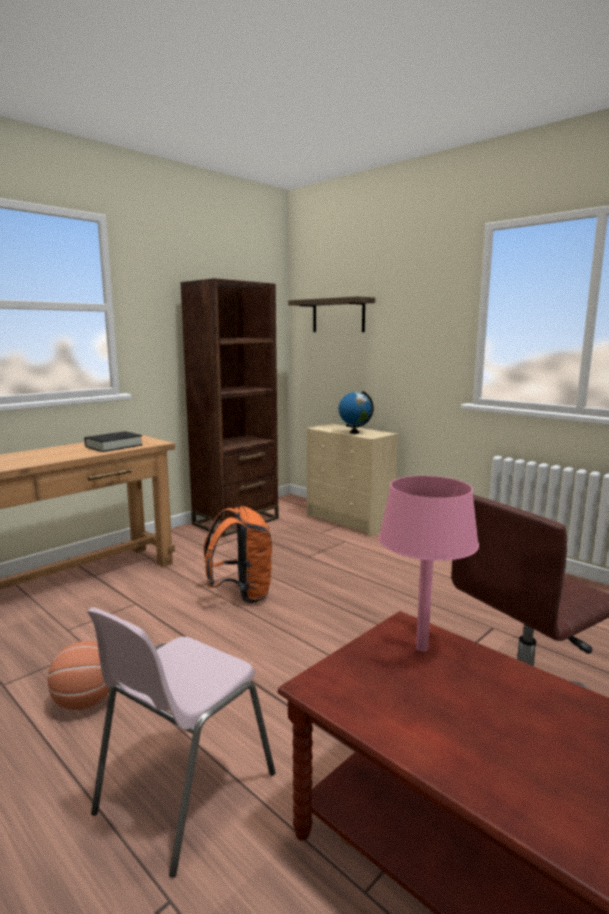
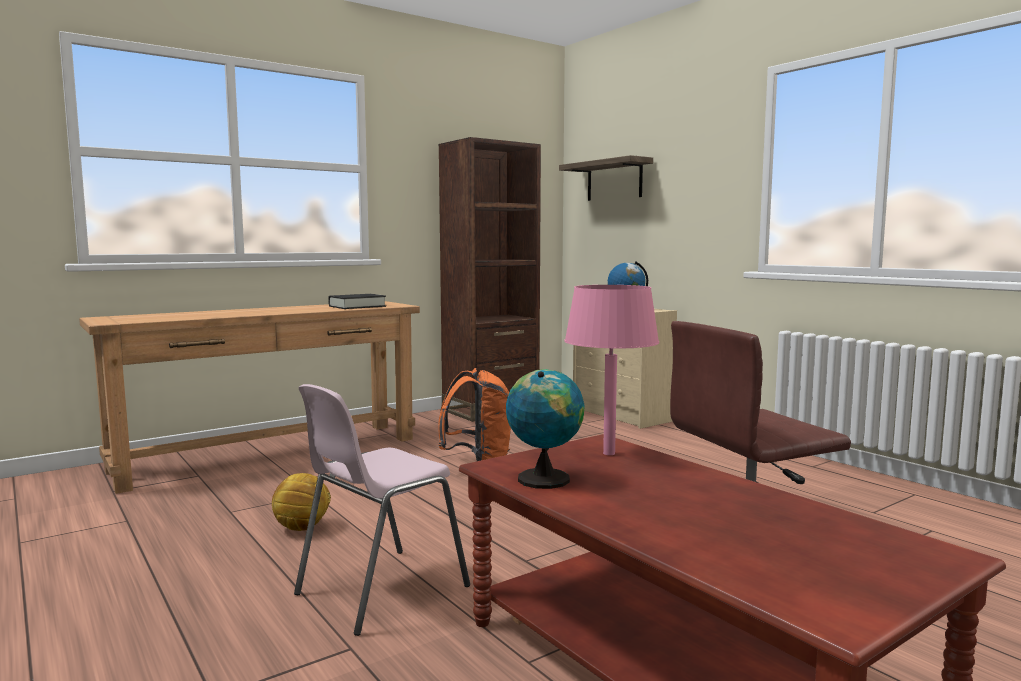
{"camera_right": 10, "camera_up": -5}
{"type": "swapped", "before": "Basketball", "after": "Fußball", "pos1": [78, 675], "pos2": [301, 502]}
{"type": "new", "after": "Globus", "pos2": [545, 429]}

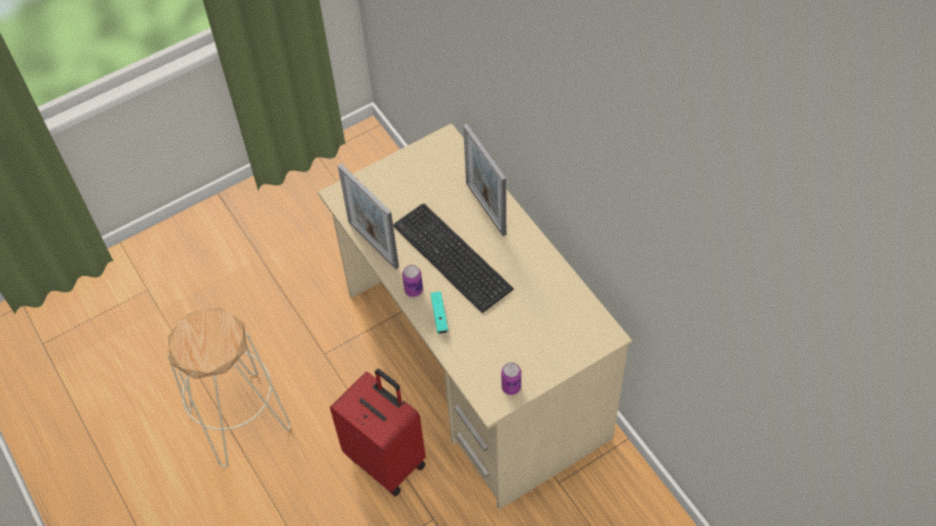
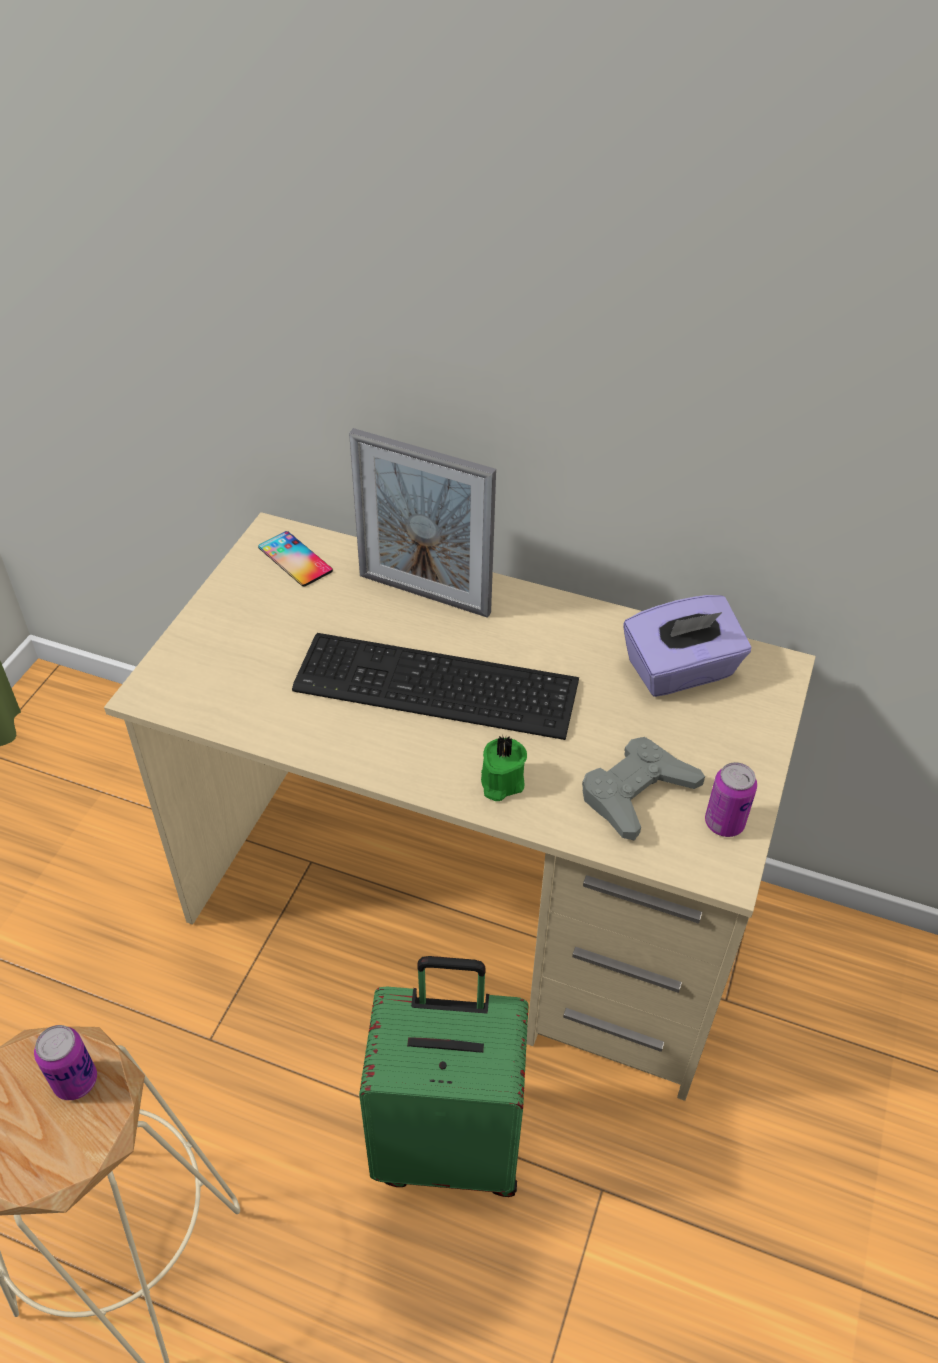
{"camera_right": -40, "camera_up": -10}
{"type": "gone", "before": "Bilderrahmen", "pos1": [368, 216]}
{"type": "shifted", "before": "Dose", "pos1": [412, 281], "pos2": [65, 1062]}
{"type": "swapped", "before": "Gamepad [türkis]", "after": "Kerze [grün]", "pos1": [439, 313], "pos2": [504, 768]}
{"type": "repainted", "before": "Koffer [rot]", "after": "Koffer [grün]", "pos1": [378, 432], "pos2": [444, 1076]}
{"type": "new", "after": "Handy", "pos2": [295, 559]}
{"type": "new", "after": "Taschentuchbox [lila]", "pos2": [687, 646]}
{"type": "new", "after": "Gamepad [grau]", "pos2": [643, 788]}

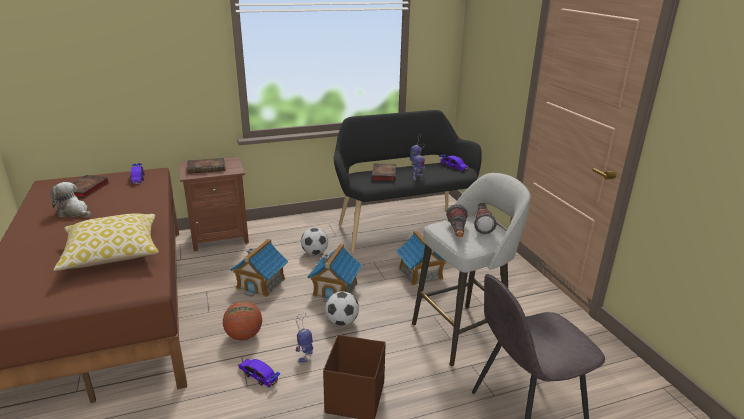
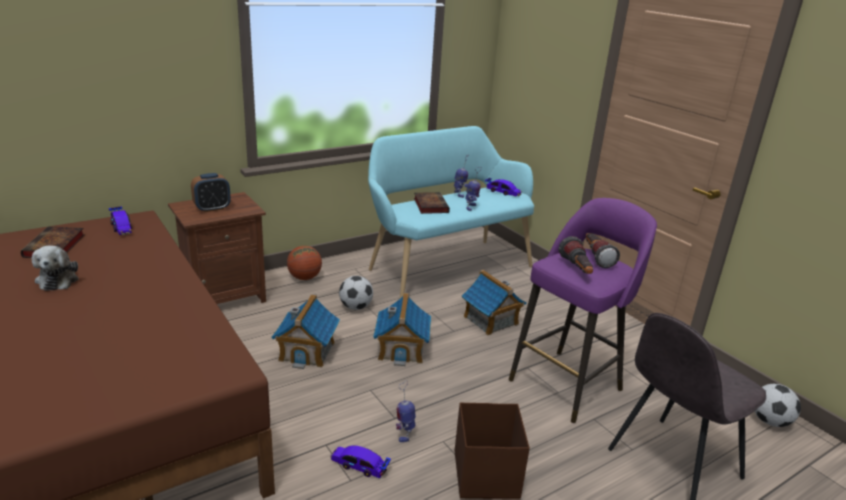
{"camera_right": -15, "camera_up": 0}
{"type": "repainted", "before": "Bank [schwarz]", "after": "Bank [türkis]", "pos1": [408, 181], "pos2": [451, 212]}
{"type": "swapped", "before": "Buch", "after": "Wecker", "pos1": [206, 166], "pos2": [211, 192]}
{"type": "repainted", "before": "Hocker [grau]", "after": "Hocker [lila]", "pos1": [471, 269], "pos2": [583, 310]}
{"type": "rotated", "before": "Plüschtier", "pos1": [70, 200], "pos2": [55, 268], "turn": -120}
{"type": "gone", "before": "Kissen", "pos1": [106, 242]}
{"type": "shifted", "before": "Fußball", "pos1": [342, 308], "pos2": [778, 405]}
{"type": "shifted", "before": "Basketball", "pos1": [242, 320], "pos2": [304, 263]}

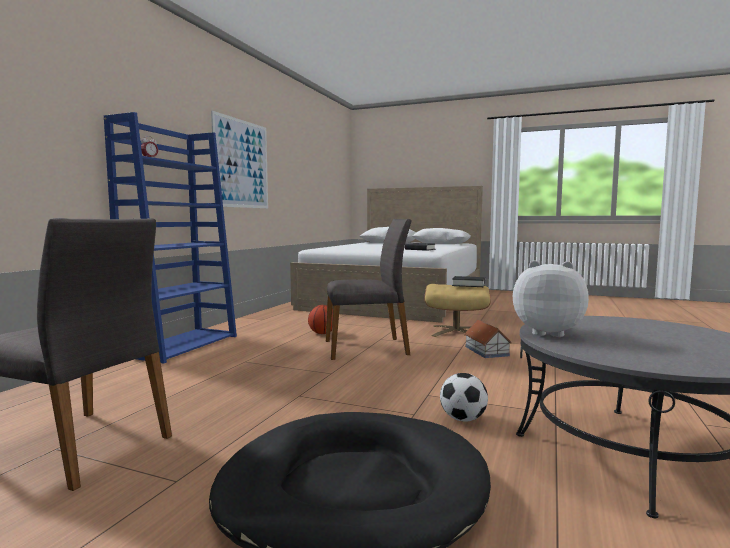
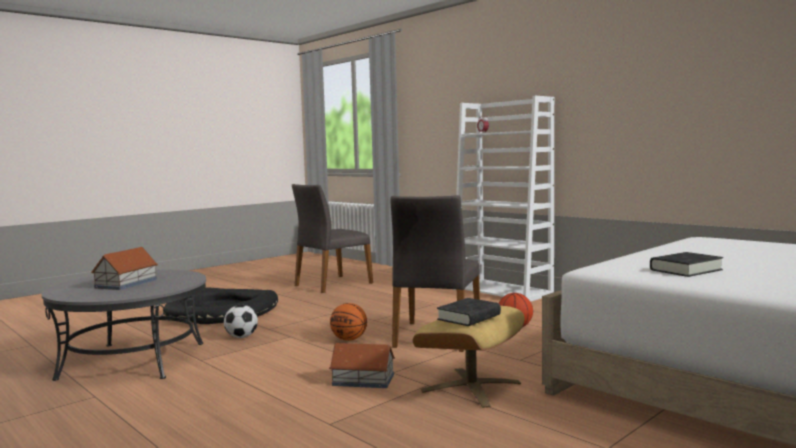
{"camera_right": 115, "camera_up": 0}
{"type": "gone", "before": "Bild", "pos1": [239, 159]}
{"type": "repainted", "before": "Bücherregal [blau]", "after": "Bücherregal [weiß]", "pos1": [170, 238], "pos2": [503, 199]}
{"type": "gone", "before": "Plüschtier", "pos1": [551, 298]}
{"type": "new", "after": "Spielzeughaus", "pos2": [124, 268]}
{"type": "new", "after": "Basketball", "pos2": [348, 322]}

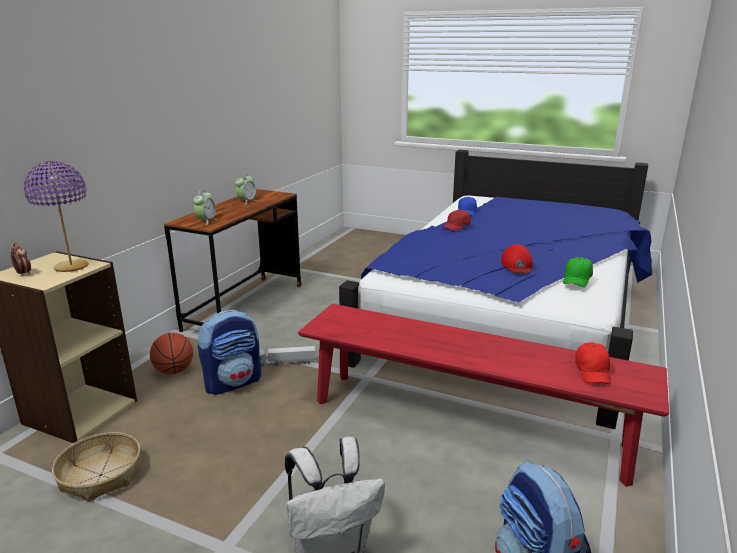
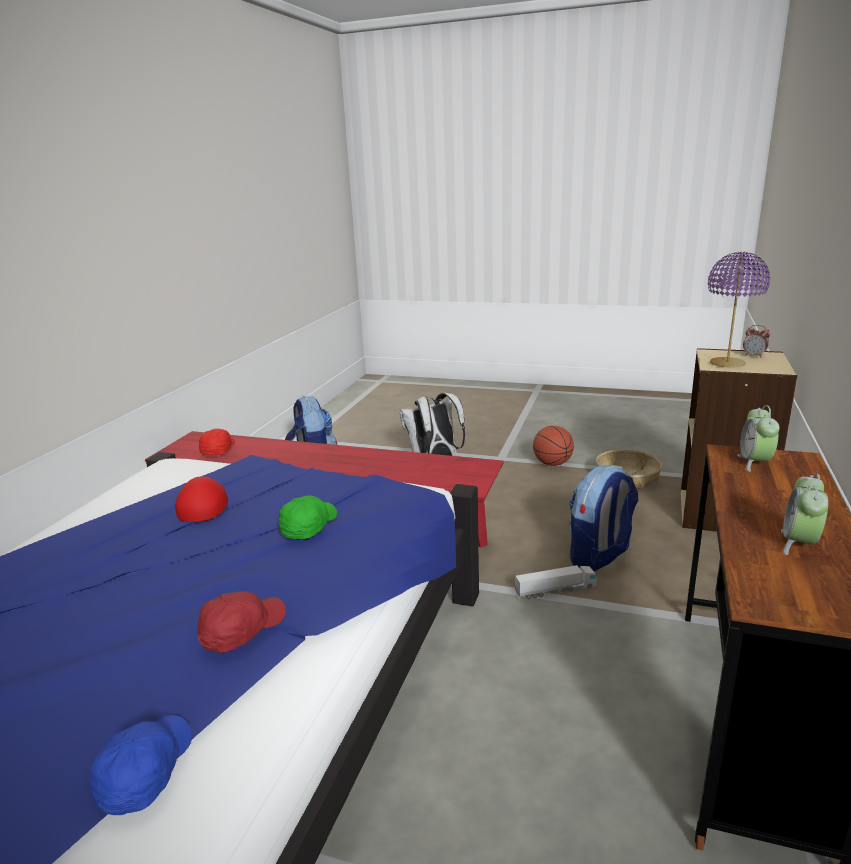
{"camera_right": 175, "camera_up": 0}
{"type": "shifted", "before": "Kappe [grün]", "pos1": [578, 272], "pos2": [307, 517]}
{"type": "shifted", "before": "Basketball", "pos1": [171, 353], "pos2": [553, 446]}

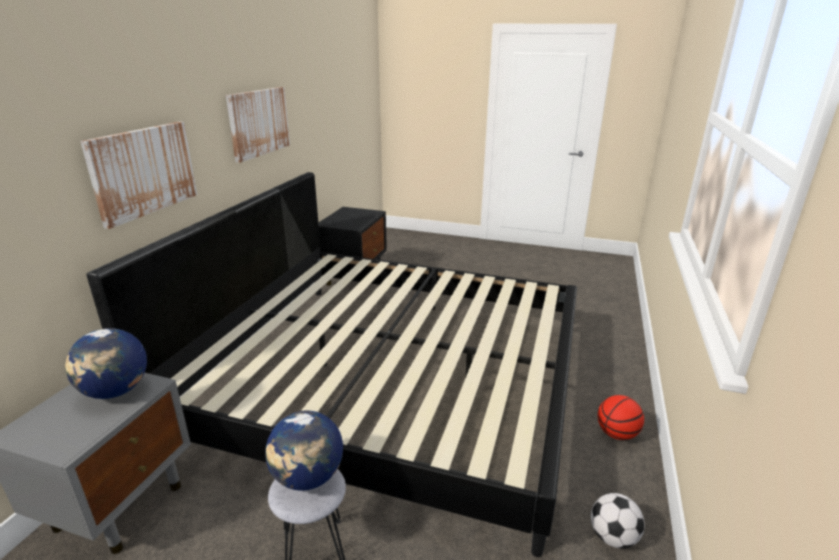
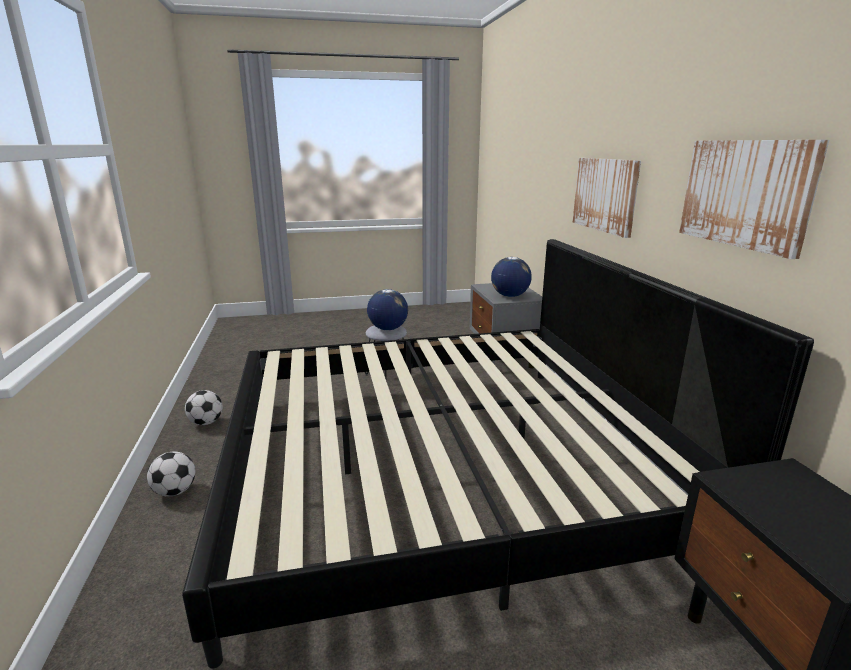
{"camera_right": 150, "camera_up": -5}
{"type": "swapped", "before": "Basketball", "after": "Fußball", "pos1": [621, 417], "pos2": [171, 474]}

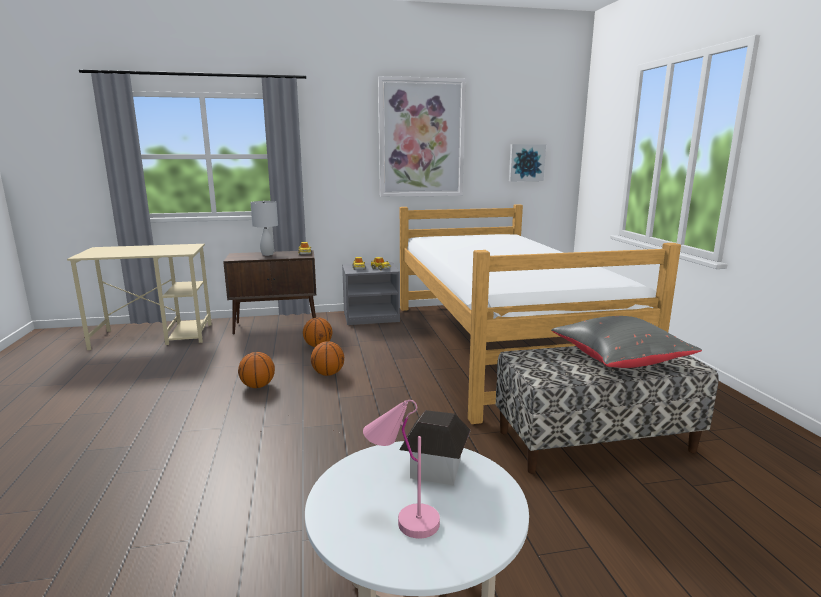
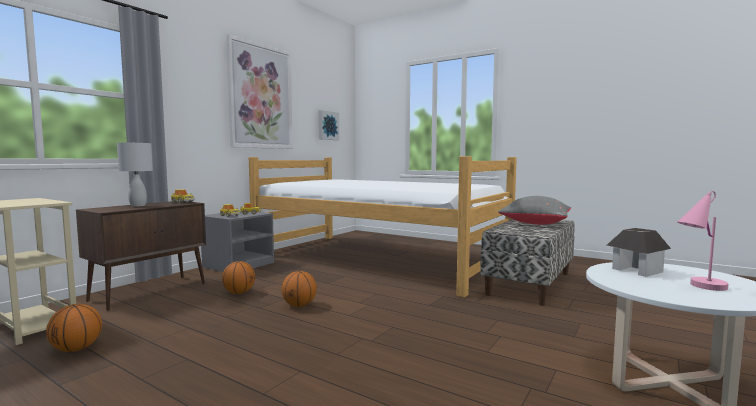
{"camera_right": -45, "camera_up": -10}
{"type": "shifted", "before": "Basketball", "pos1": [256, 370], "pos2": [74, 328]}

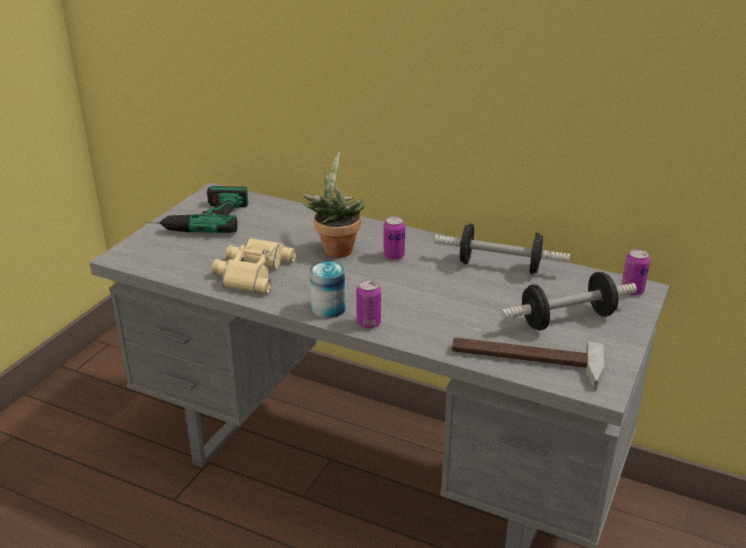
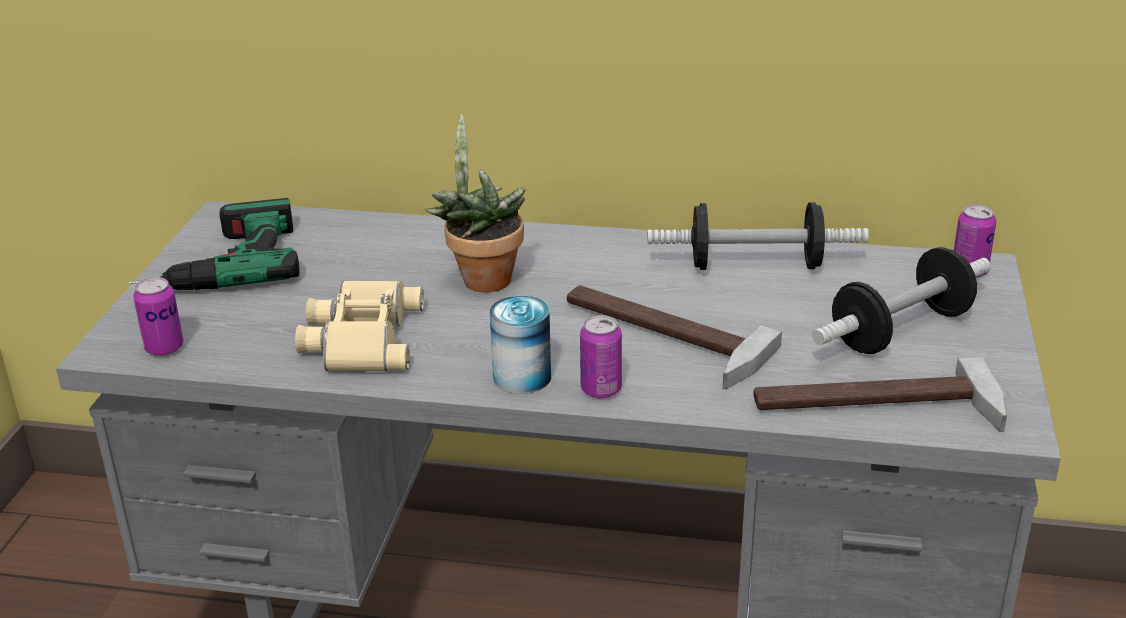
{"camera_right": -15, "camera_up": 0}
{"type": "shifted", "before": "Dose", "pos1": [394, 238], "pos2": [159, 316]}
{"type": "new", "after": "Hammer", "pos2": [674, 337]}

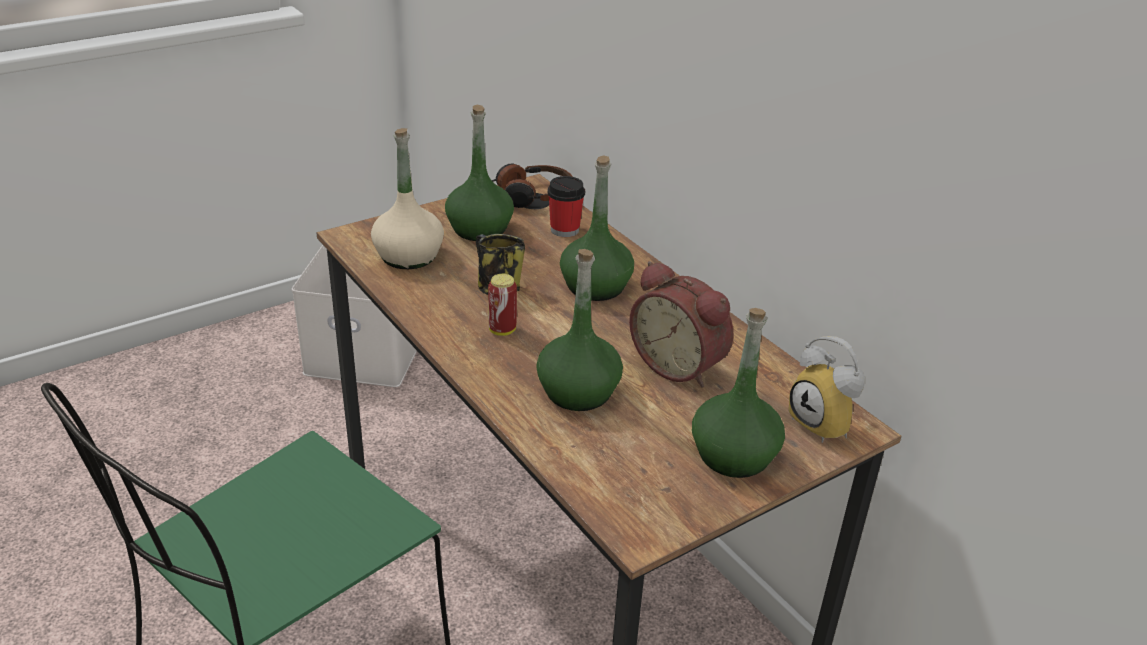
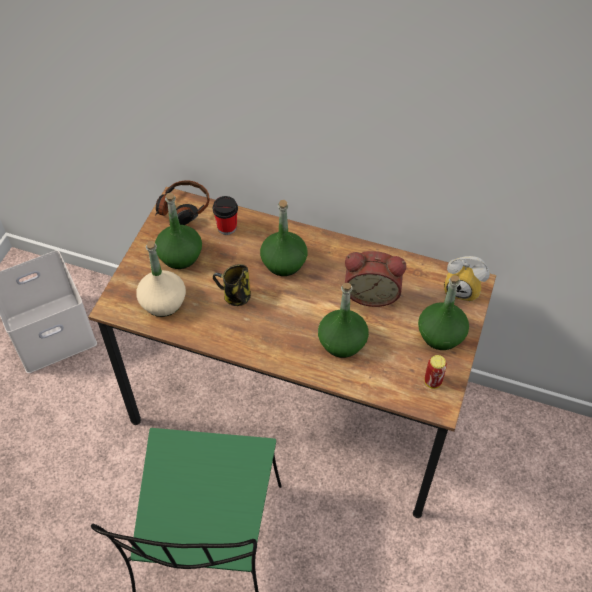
{"camera_right": -35, "camera_up": 20}
{"type": "shifted", "before": "Dose", "pos1": [502, 305], "pos2": [435, 372]}

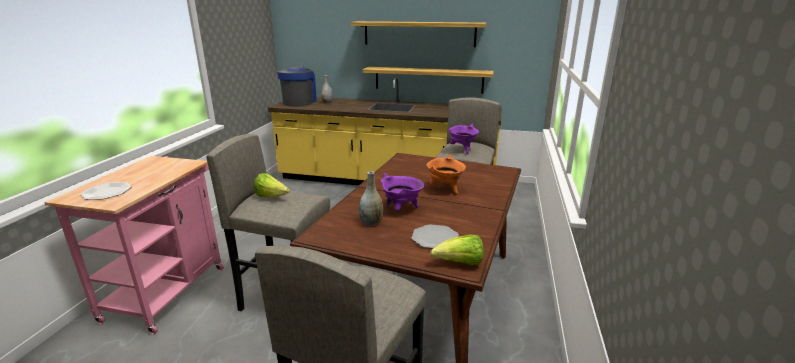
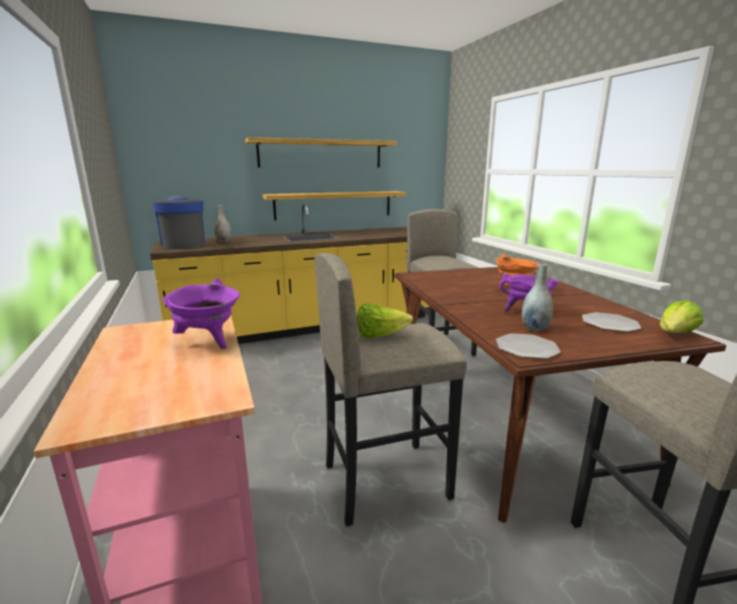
{"camera_right": -35, "camera_up": -5}
{"type": "shifted", "before": "Kochtopf [lila]", "pos1": [464, 139], "pos2": [201, 313]}
{"type": "shifted", "before": "Teller", "pos1": [106, 191], "pos2": [528, 346]}

